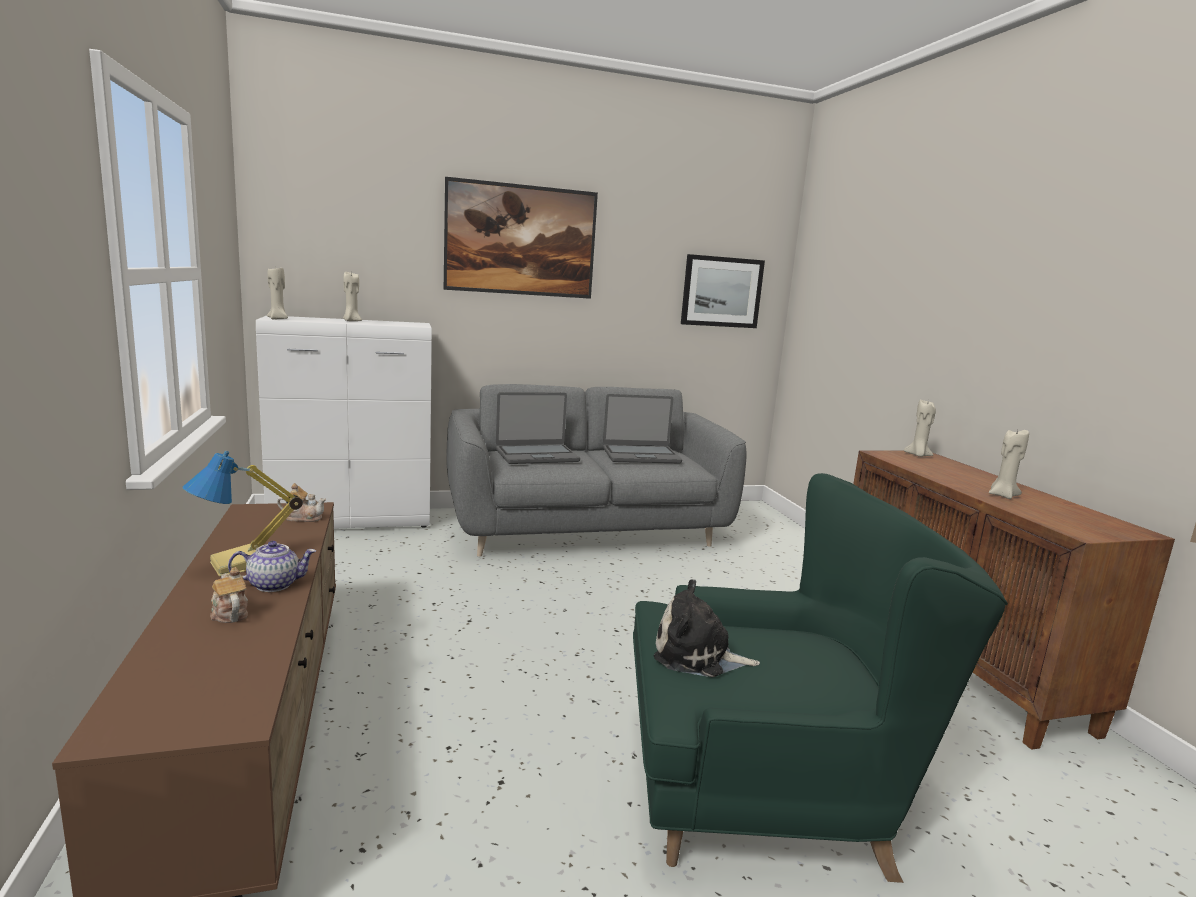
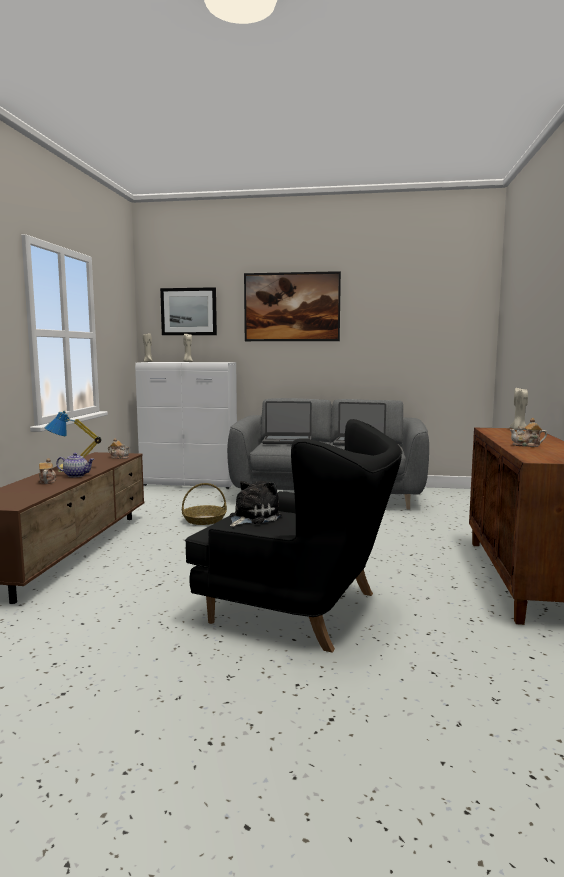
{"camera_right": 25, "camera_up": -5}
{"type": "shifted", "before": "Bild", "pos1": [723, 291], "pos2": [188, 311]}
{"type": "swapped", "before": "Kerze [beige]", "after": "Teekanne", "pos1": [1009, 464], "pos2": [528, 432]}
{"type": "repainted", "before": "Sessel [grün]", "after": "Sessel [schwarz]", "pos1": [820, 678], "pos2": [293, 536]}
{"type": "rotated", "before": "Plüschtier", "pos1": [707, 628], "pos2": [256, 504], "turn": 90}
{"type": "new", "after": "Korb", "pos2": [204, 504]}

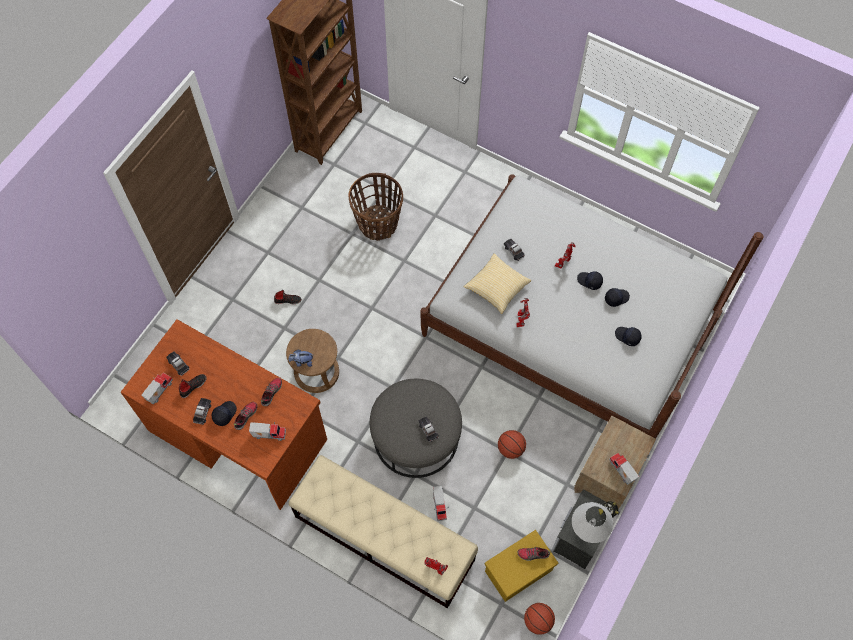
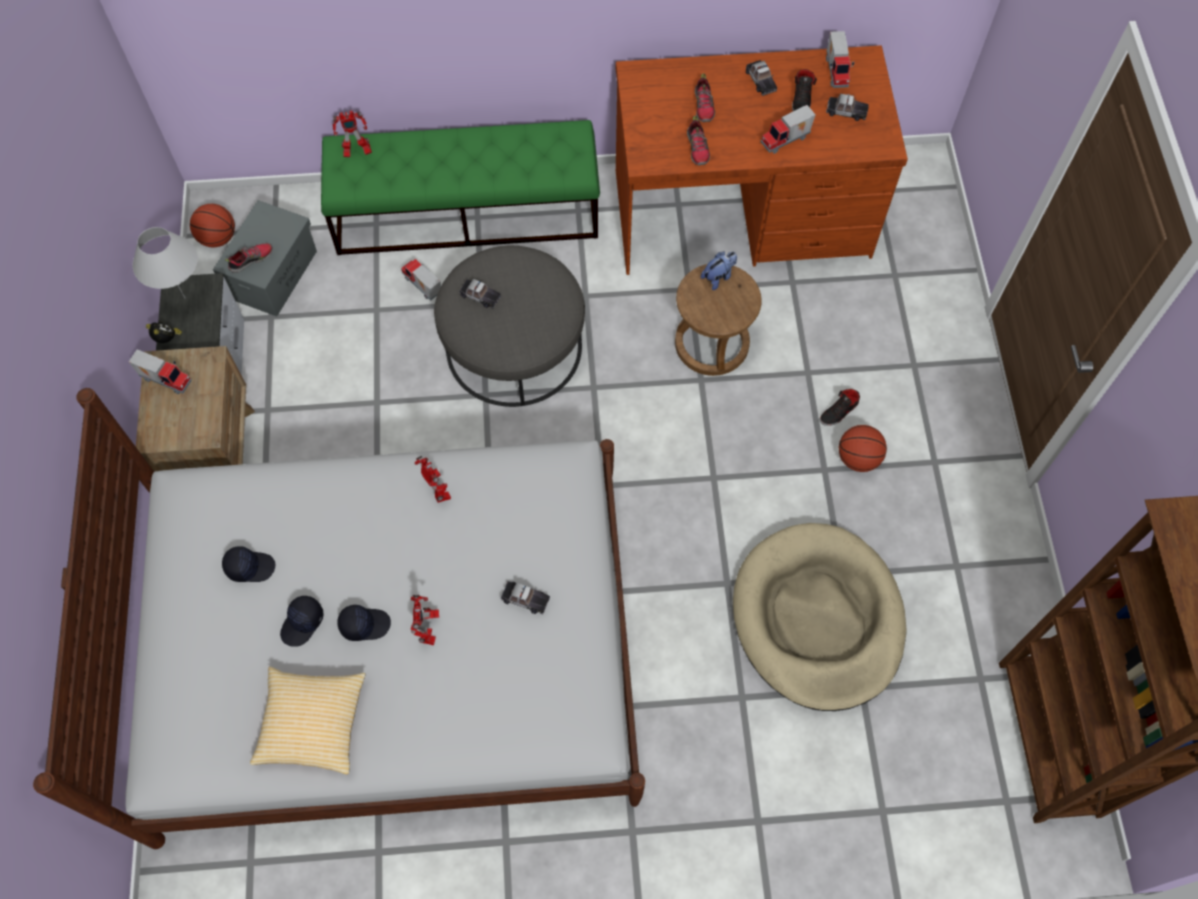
{"camera_right": 145, "camera_up": 0}
{"type": "swapped", "before": "Korb", "after": "Hundebett [beige]", "pos1": [376, 207], "pos2": [820, 617]}
{"type": "shifted", "before": "Kissen", "pos1": [497, 283], "pos2": [308, 720]}
{"type": "gone", "before": "Kappe [schwarz]", "pos1": [224, 413]}
{"type": "shifted", "before": "Spielzeuglaster", "pos1": [267, 431], "pos2": [788, 129]}
{"type": "shifted", "before": "Basketball", "pos1": [512, 444], "pos2": [863, 448]}
{"type": "repainted", "before": "Bank [beige]", "after": "Bank [grün]", "pos1": [383, 531], "pos2": [460, 187]}
{"type": "repainted", "before": "Aufbewahrungsbox [gelb]", "after": "Aufbewahrungsbox [grau]", "pos1": [521, 566], "pos2": [265, 258]}

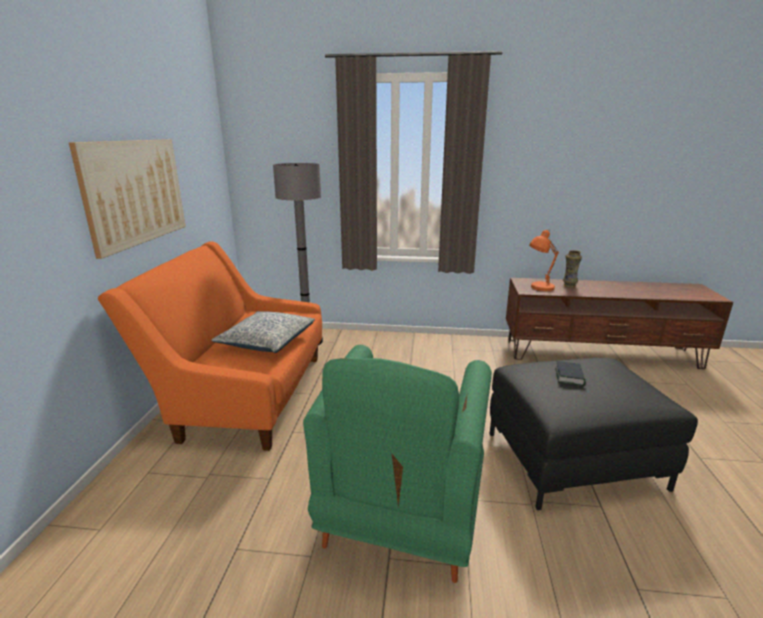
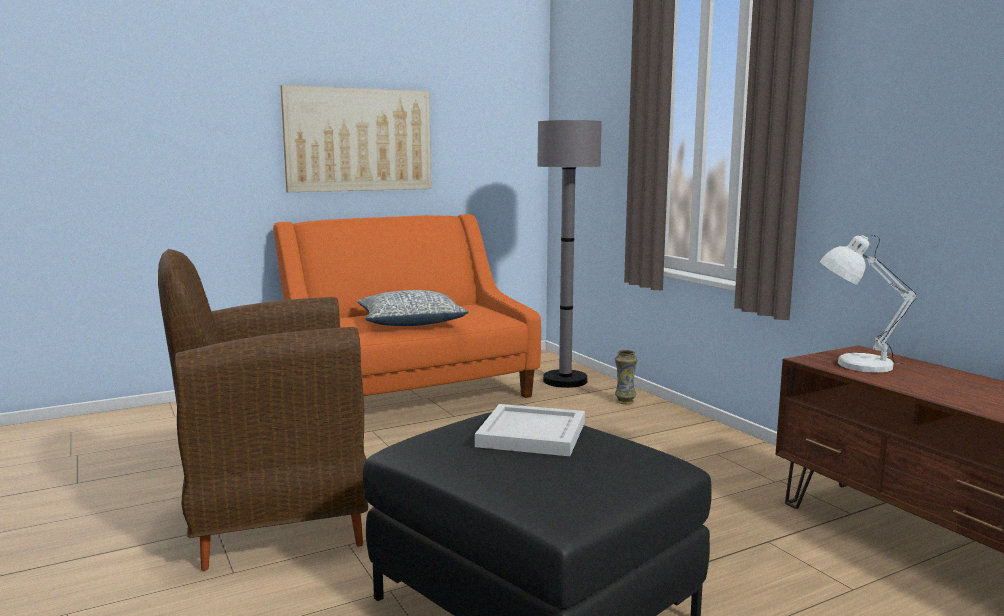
{"camera_right": 55, "camera_up": -10}
{"type": "repainted", "before": "Tischlampe [orange]", "after": "Tischlampe [weiß]", "pos1": [544, 260], "pos2": [868, 304]}
{"type": "shifted", "before": "Vase", "pos1": [572, 268], "pos2": [626, 377]}
{"type": "repainted", "before": "Sessel [grün]", "after": "Sessel [braun]", "pos1": [397, 464], "pos2": [263, 410]}
{"type": "swapped", "before": "Buch", "after": "Tablett [weiß]", "pos1": [570, 373], "pos2": [530, 430]}

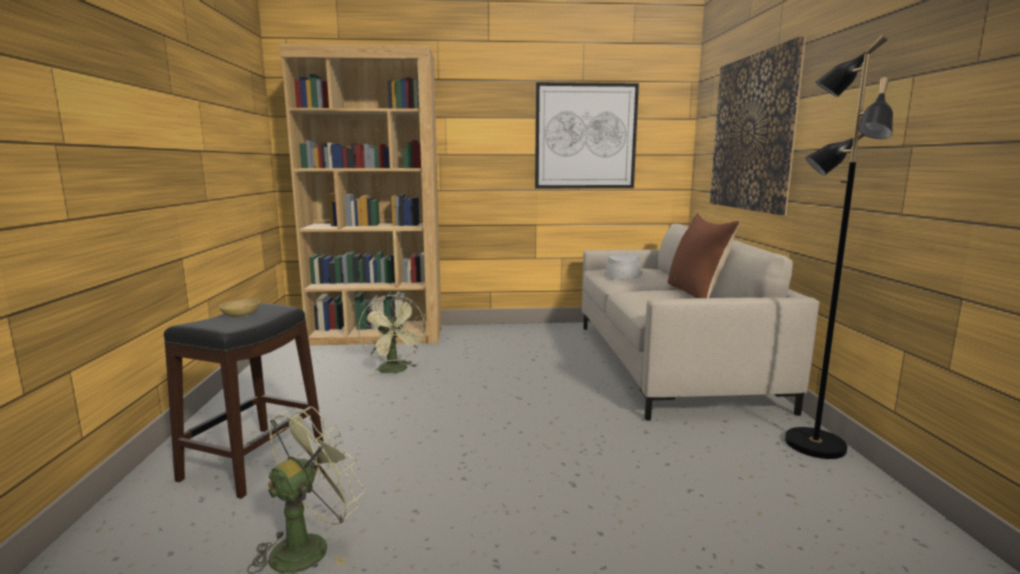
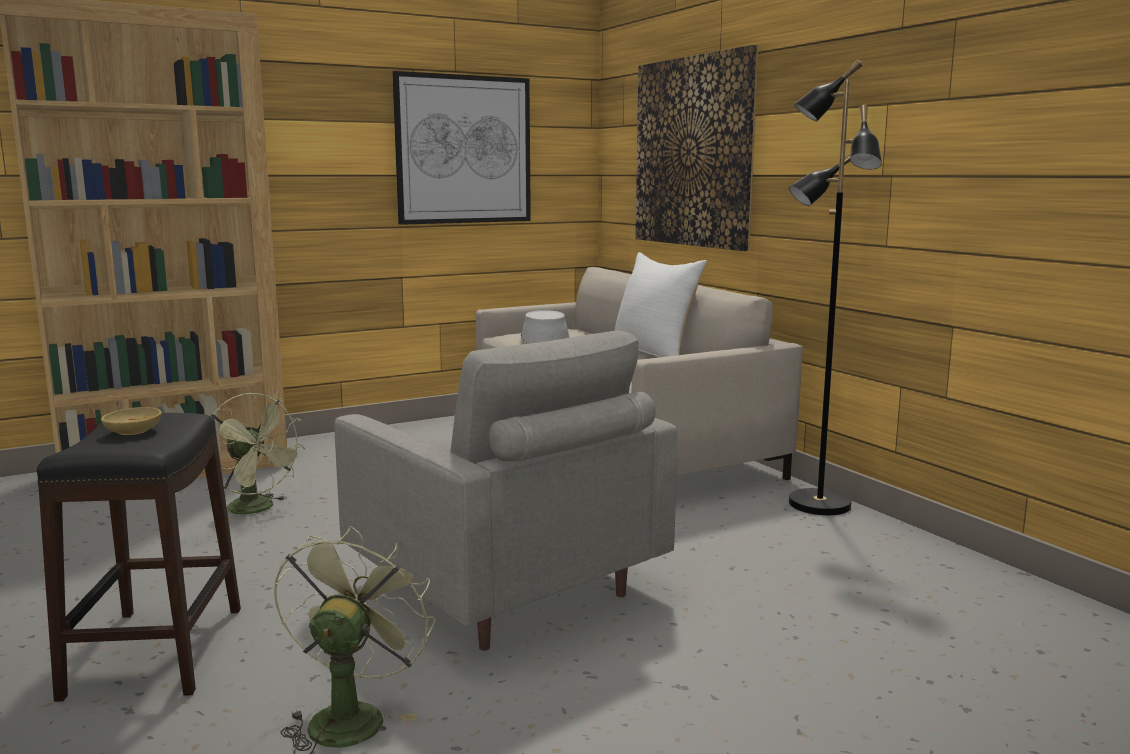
{"camera_right": -25, "camera_up": 0}
{"type": "repainted", "before": "Kissen [braun]", "after": "Kissen [weiß]", "pos1": [703, 255], "pos2": [661, 304]}
{"type": "new", "after": "Sessel [grau]", "pos2": [505, 490]}

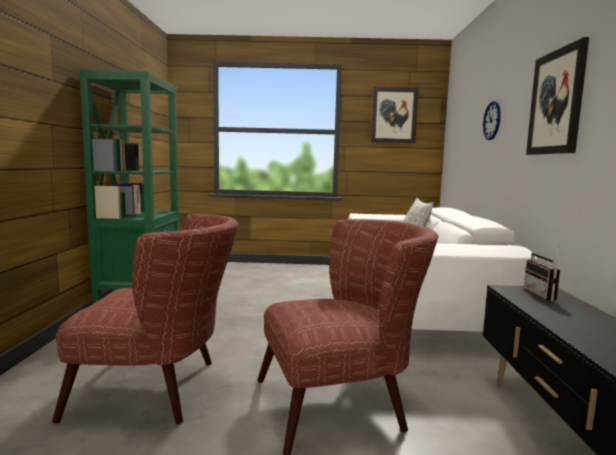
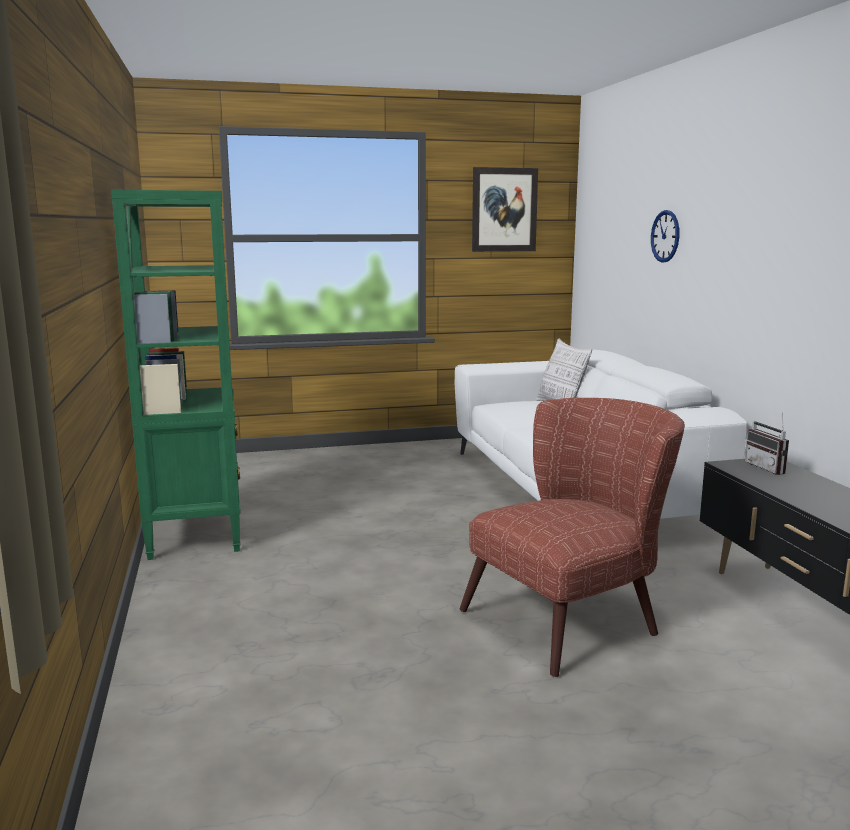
{"camera_right": -15, "camera_up": 5}
{"type": "gone", "before": "Bild", "pos1": [557, 96]}
{"type": "gone", "before": "Sessel [braun]", "pos1": [145, 319]}

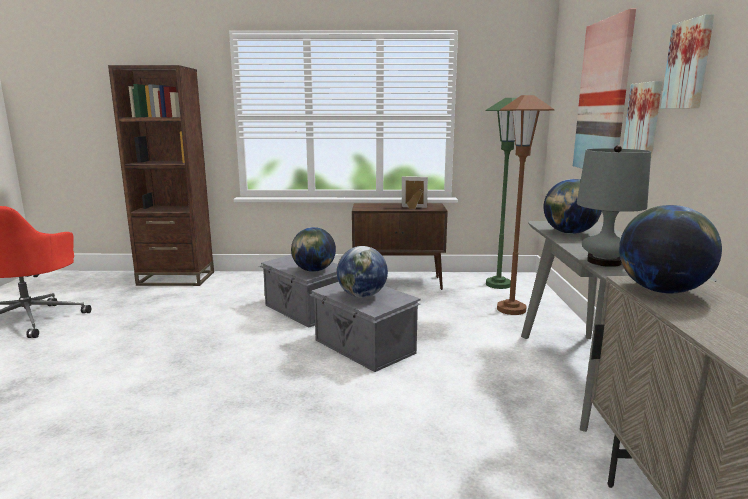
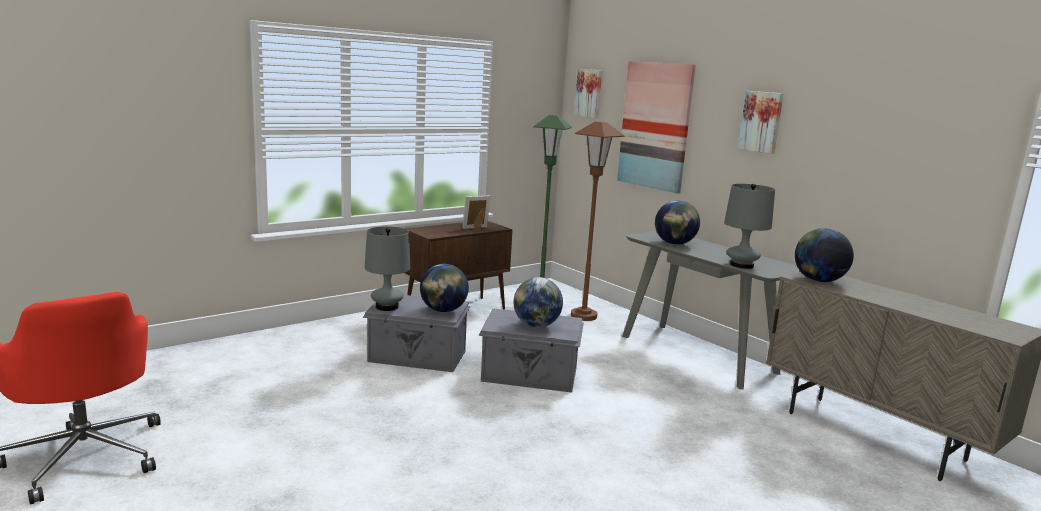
{"camera_right": -40, "camera_up": 0}
{"type": "gone", "before": "Bücherregal [braun]", "pos1": [161, 175]}
{"type": "shifted", "before": "Bild", "pos1": [642, 119], "pos2": [588, 93]}
{"type": "new", "after": "Tischlampe [grau]", "pos2": [387, 268]}

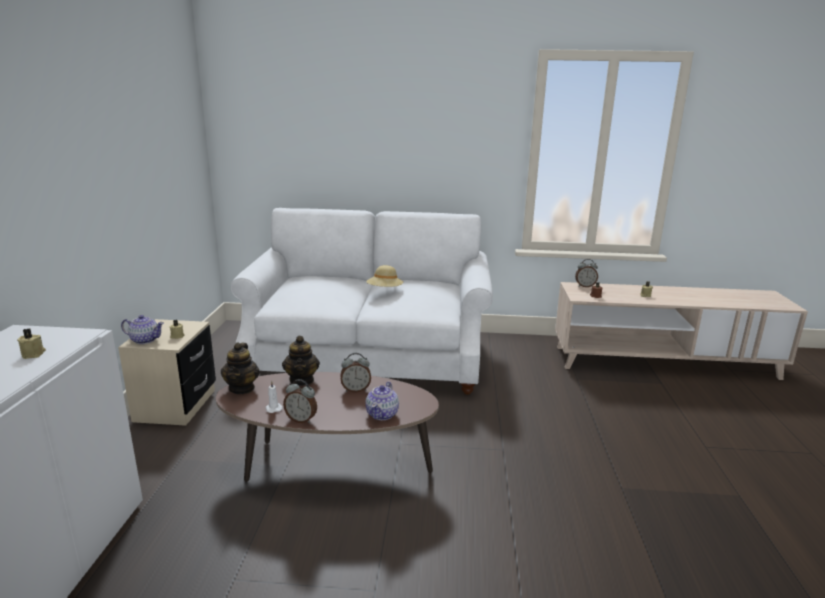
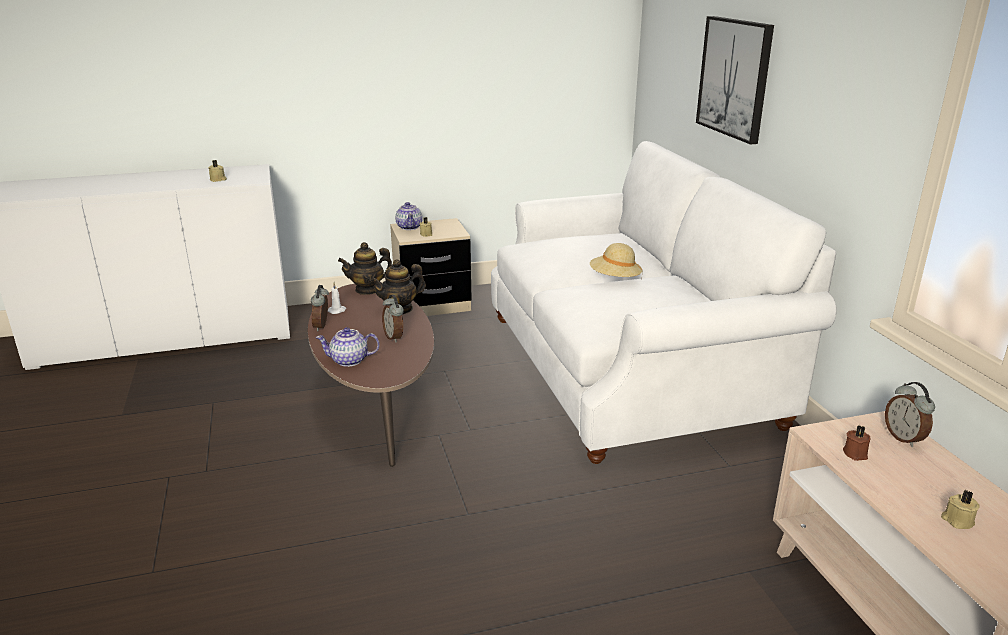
{"camera_right": 70, "camera_up": 5}
{"type": "new", "after": "Bild", "pos2": [735, 80]}

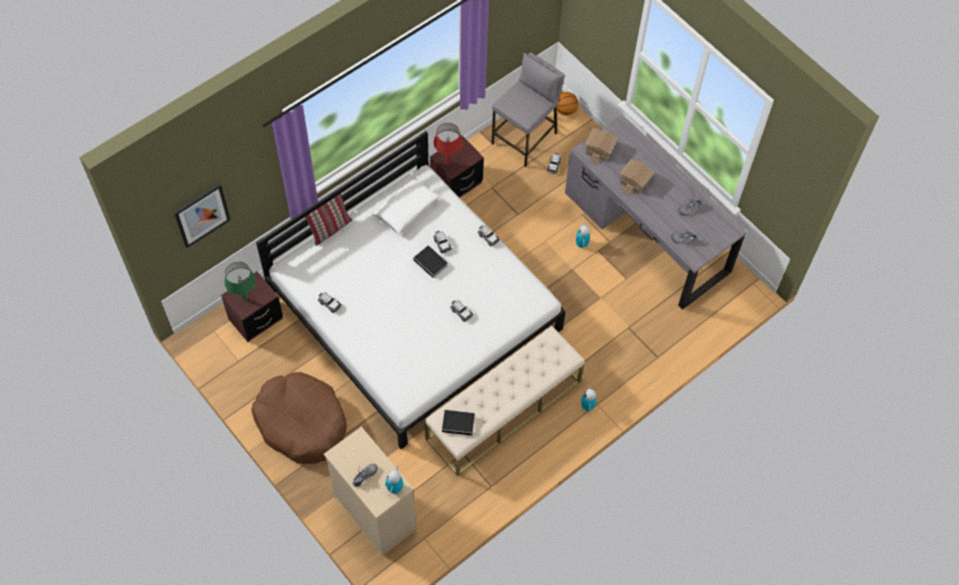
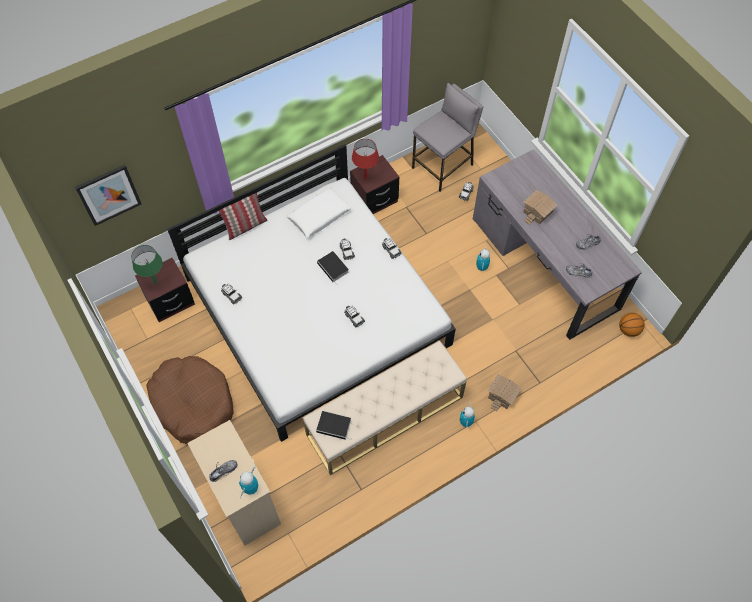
{"camera_right": 10, "camera_up": 0}
{"type": "shifted", "before": "Basketball", "pos1": [567, 104], "pos2": [632, 325]}
{"type": "shifted", "before": "Spielzeughaus", "pos1": [601, 146], "pos2": [505, 392]}

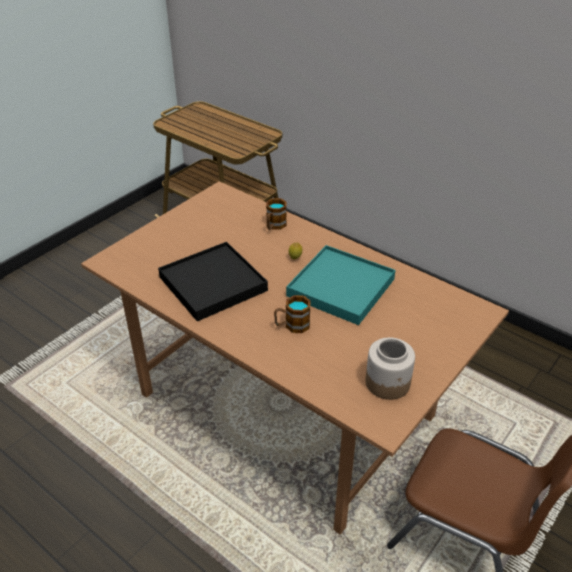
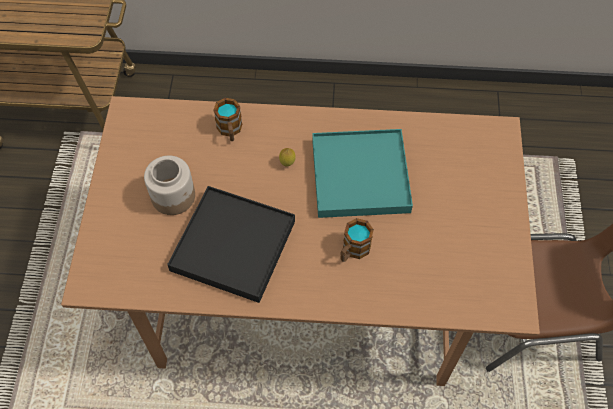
{"camera_right": -35, "camera_up": 20}
{"type": "shifted", "before": "Vorratsglas", "pos1": [390, 368], "pos2": [169, 185]}

